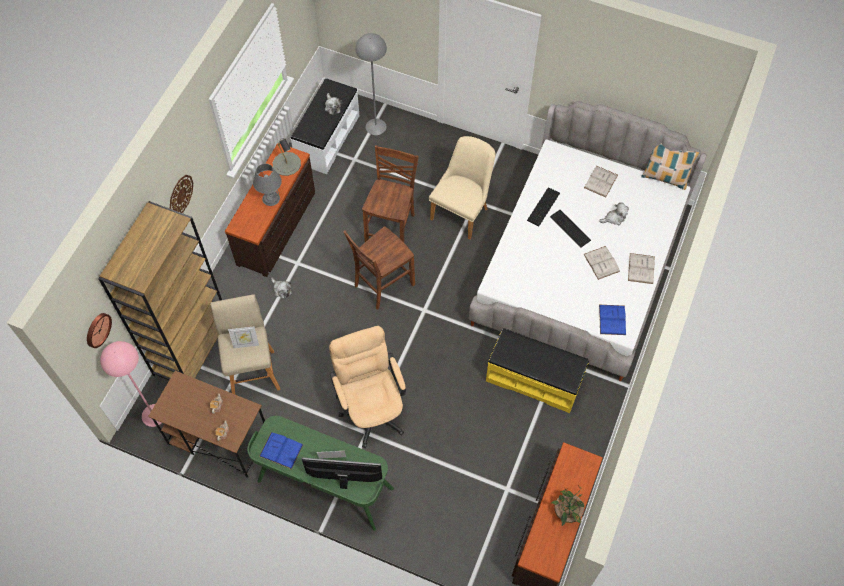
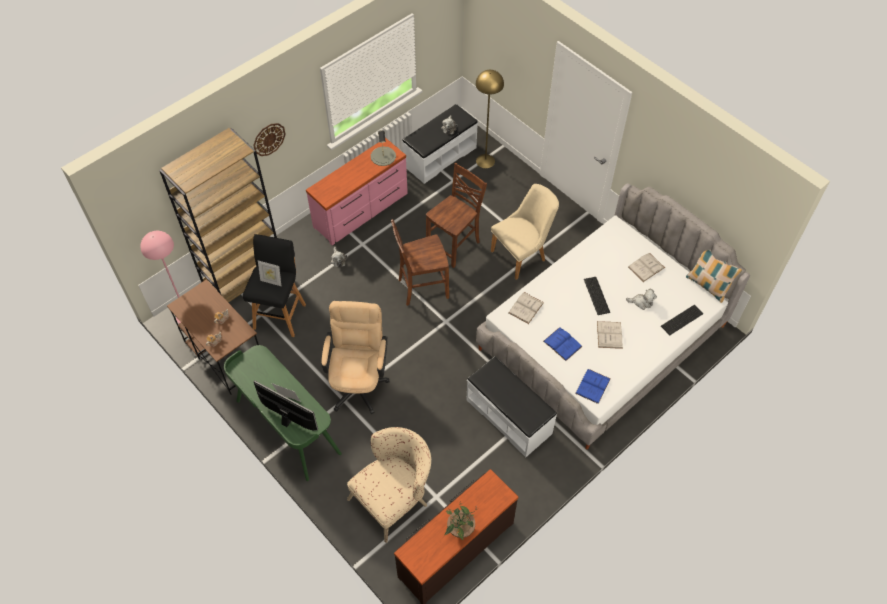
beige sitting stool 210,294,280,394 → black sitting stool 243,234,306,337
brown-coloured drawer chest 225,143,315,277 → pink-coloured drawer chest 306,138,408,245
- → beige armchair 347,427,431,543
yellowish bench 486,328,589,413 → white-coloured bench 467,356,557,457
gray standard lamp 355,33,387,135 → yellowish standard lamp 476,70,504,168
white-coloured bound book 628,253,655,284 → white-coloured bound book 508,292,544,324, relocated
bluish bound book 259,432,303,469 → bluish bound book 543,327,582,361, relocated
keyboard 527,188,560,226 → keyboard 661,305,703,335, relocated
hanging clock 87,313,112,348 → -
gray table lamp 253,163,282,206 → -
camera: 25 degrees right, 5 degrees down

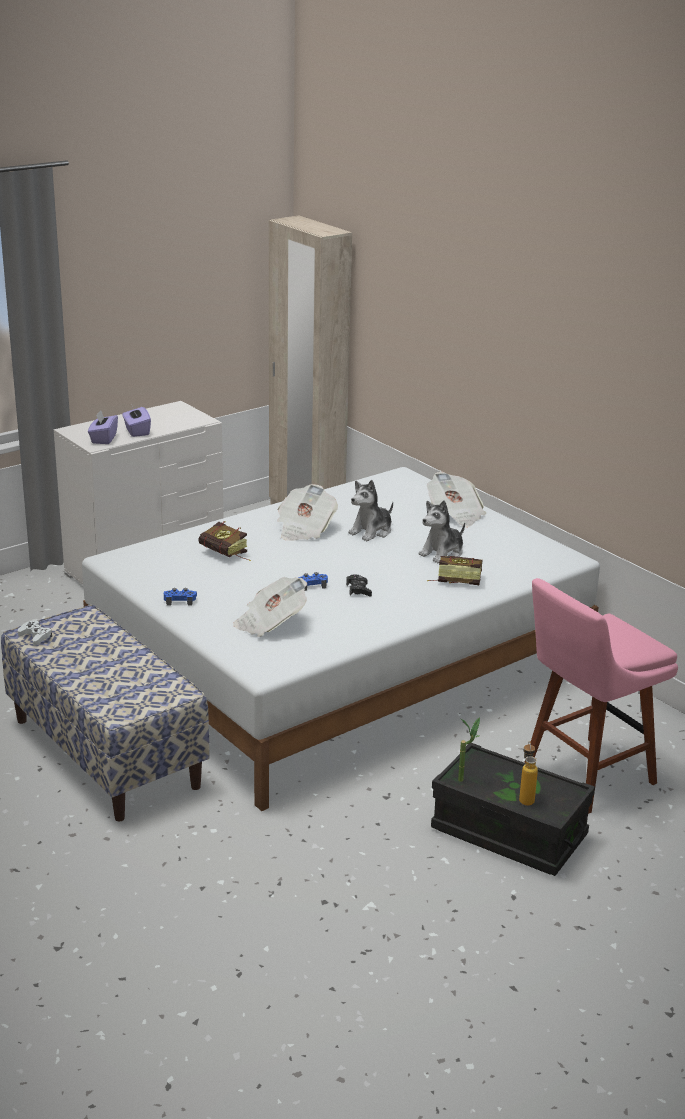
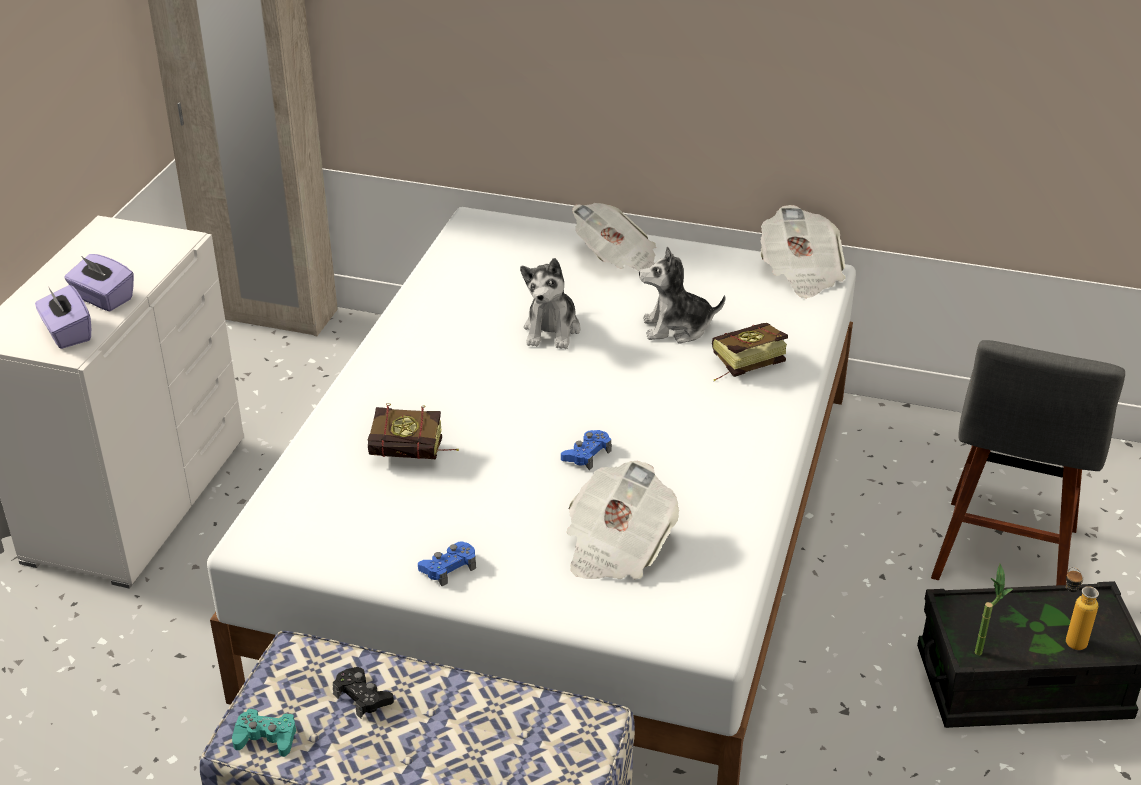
white-coloured joypad 18,620,52,646 → turquoise joypad 232,708,296,757
black joypad 346,574,372,596 → black joypad 333,667,394,719, relocated
plush toy 419,500,465,563 → plush toy 639,247,726,343, 75 degrees clockwise
printed paper 277,484,338,541 → printed paper 760,205,845,298, relocated
pink-coloured sitting stool 524,578,678,814 → gray sitting stool 931,340,1125,585
camera: 35 degrees left, 10 degrees up

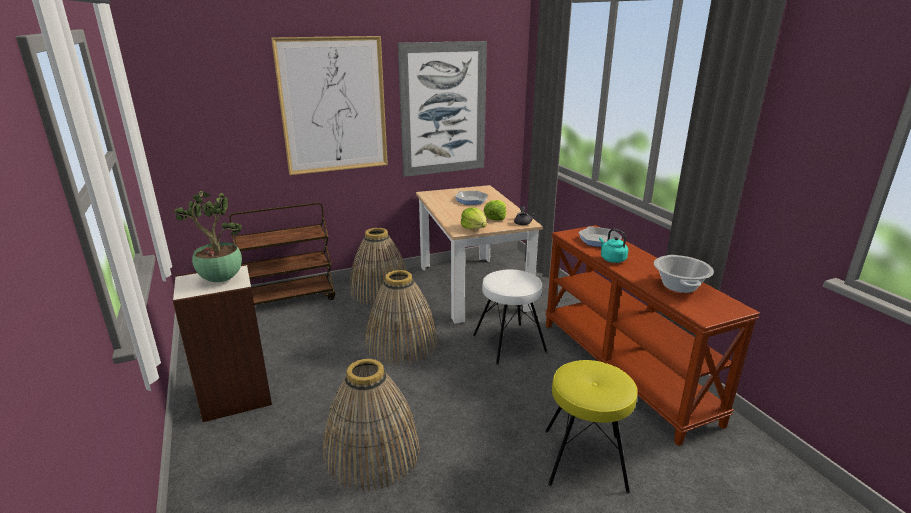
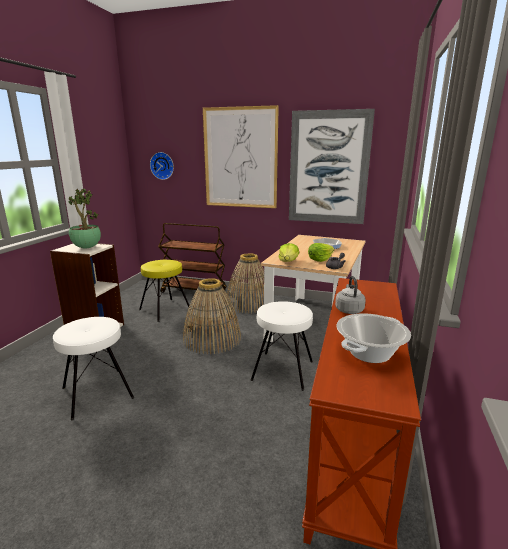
storage basket 323,359,420,491 → white-coloured sitting stool 53,317,134,420
yellowish sitting stool 545,360,638,493 → yellowish sitting stool 139,260,190,322, relocated
- → hanging clock 150,152,174,180
turquoise kettle 599,229,628,263 → gray kettle 335,276,366,314
skillet 578,226,622,247 → -
camera: 40 degrees right, 5 degrees down

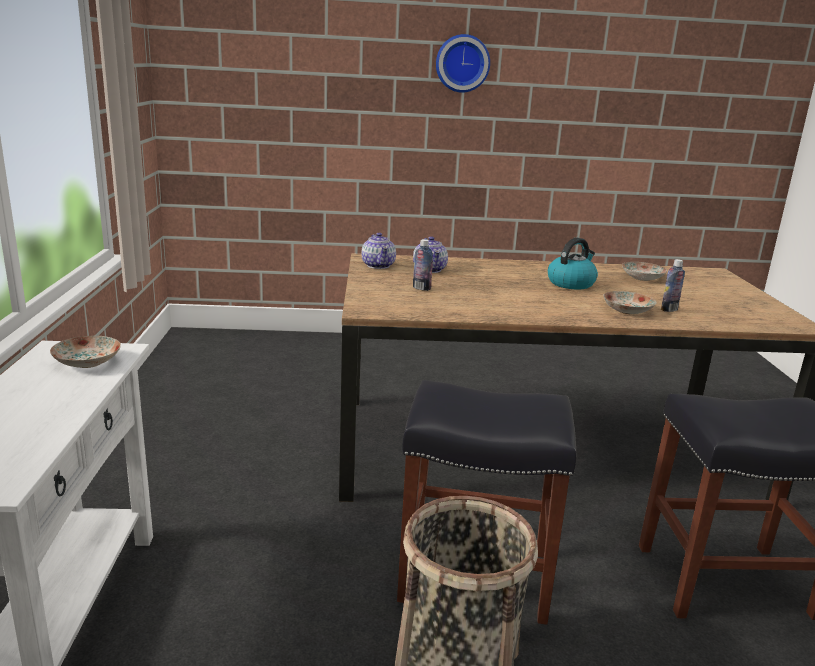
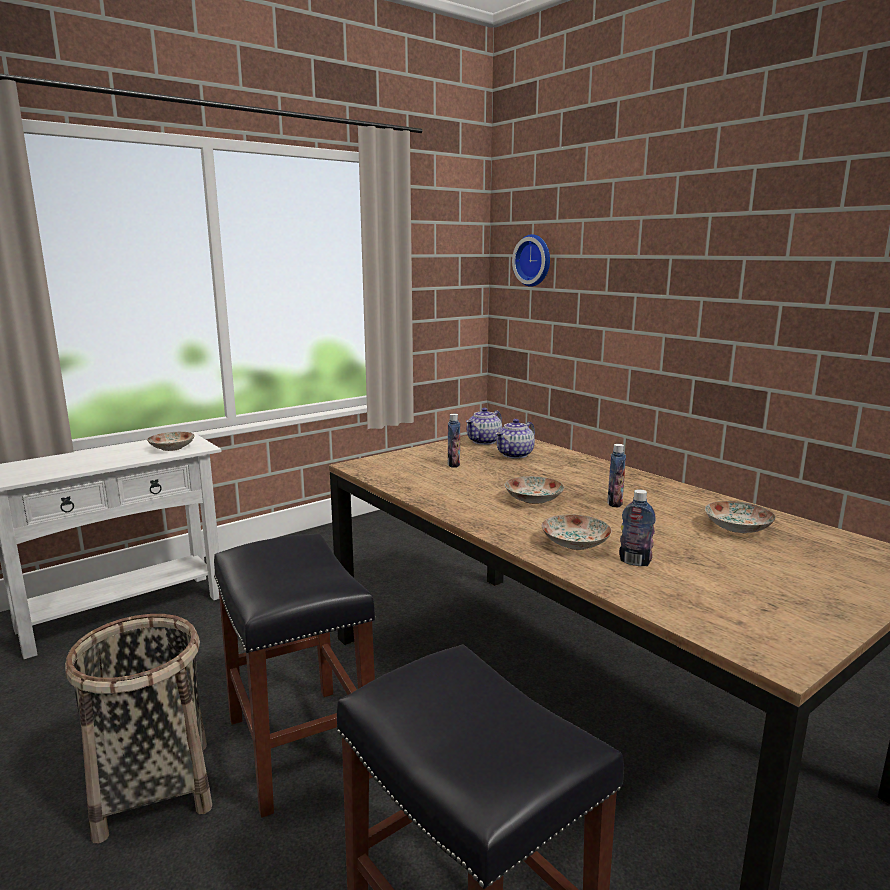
- → plate 505,476,564,504
hanging clock 436,34,490,93 → hanging clock 512,234,550,287, relocated
kettle 548,238,598,289 → drink bottle 607,444,626,508
camera: 55 degrees right, 5 degrees down

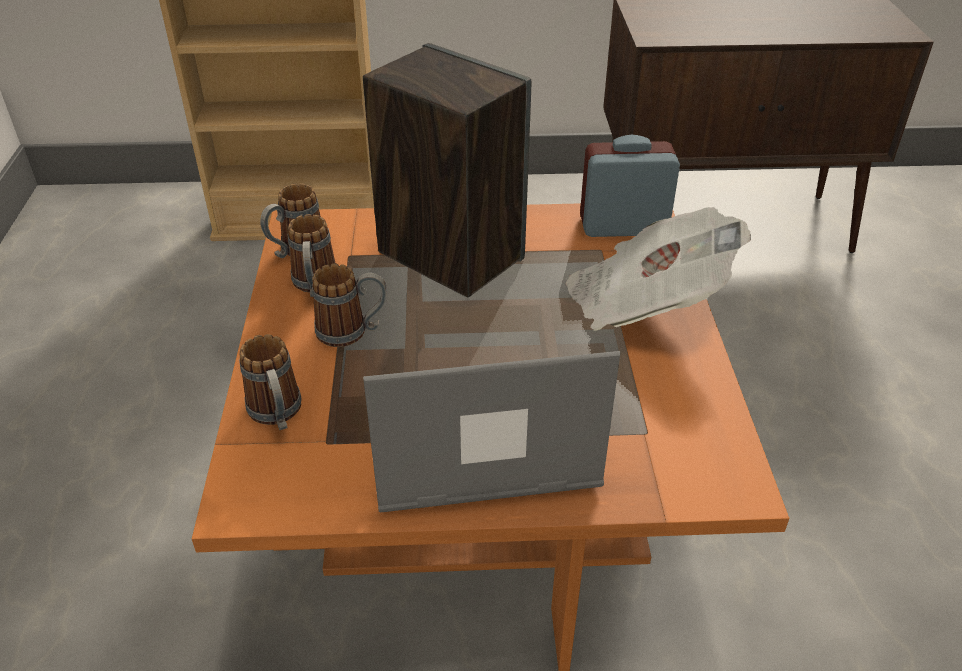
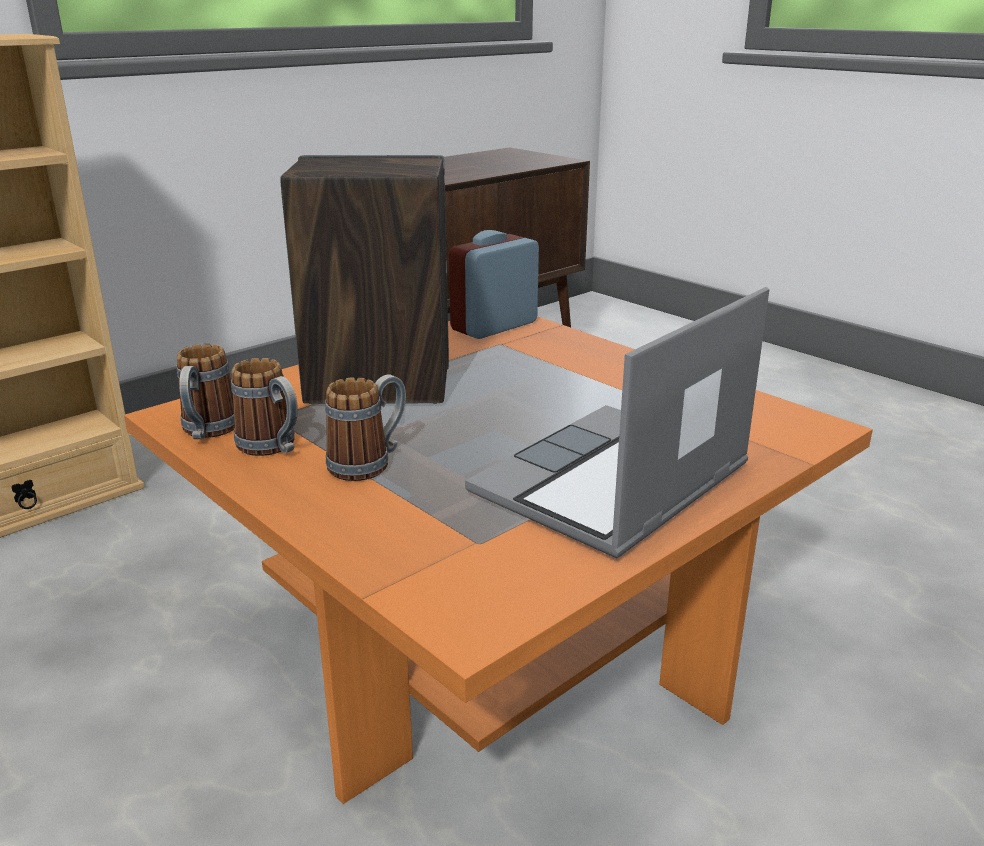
mug 239,334,302,430 → -
printed paper 566,207,751,331 → -
camera: 40 degrees left, 15 degrees down

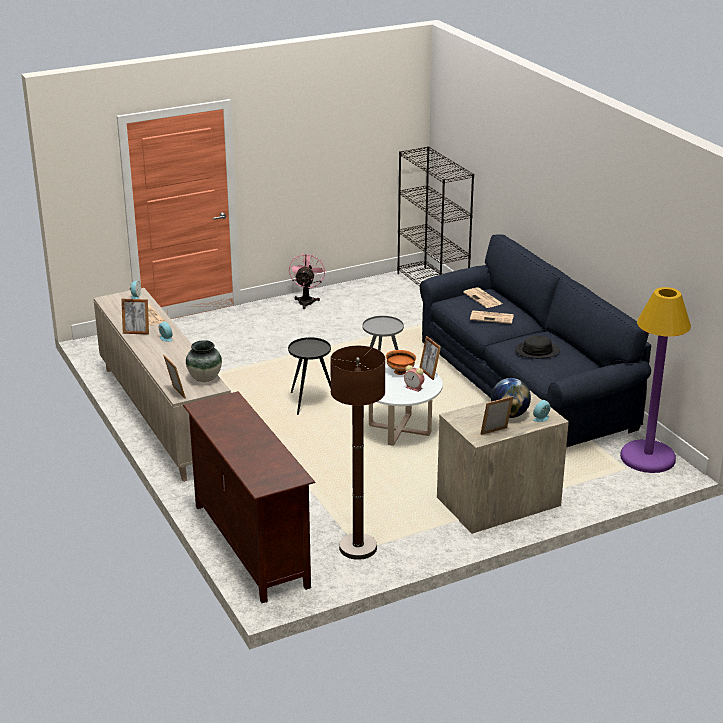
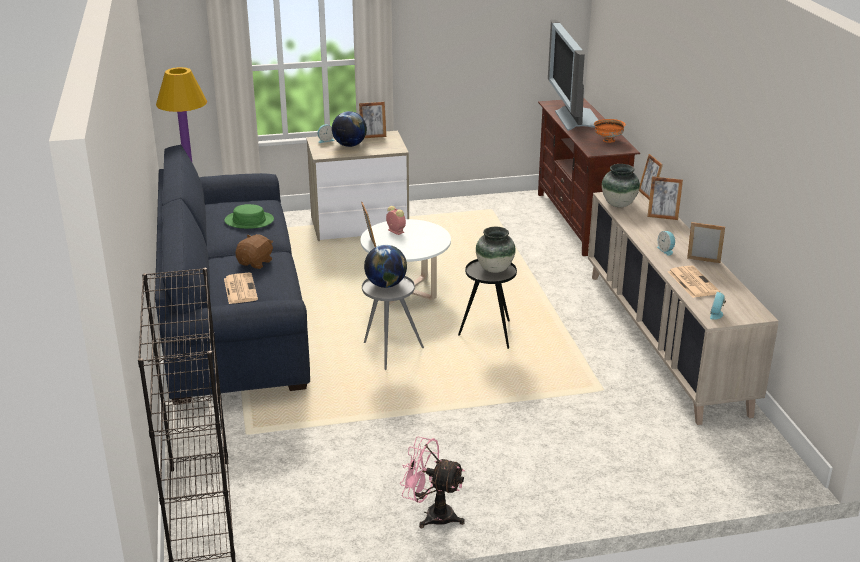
black hat 515,336,560,359 → green-coloured hat 224,204,274,229
printed paper 470,310,514,324 → brown-coloured plush toy 235,234,273,269
- → desk globe 364,245,407,288
pink-coloured fan 289,253,326,309 → pink-coloured fan 400,436,465,528, 90 degrees clockwise
- → flower vase 476,227,516,273
- → TV set 548,19,598,131
orangey serving bowl 386,350,416,375 → orangey serving bowl 594,119,625,143, relocated
- → photo frame 647,177,683,220
brown-coloured standard lamp 330,346,385,560 → -
camera: 165 degrees left, 0 degrees up

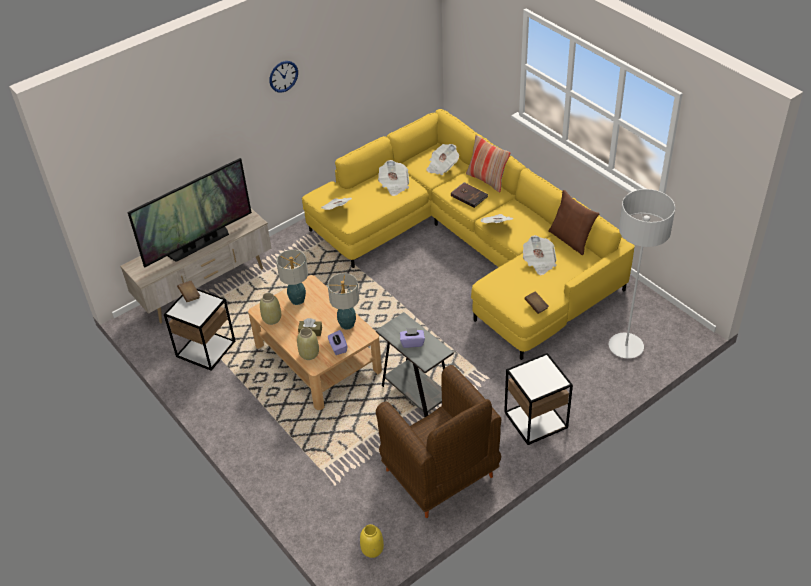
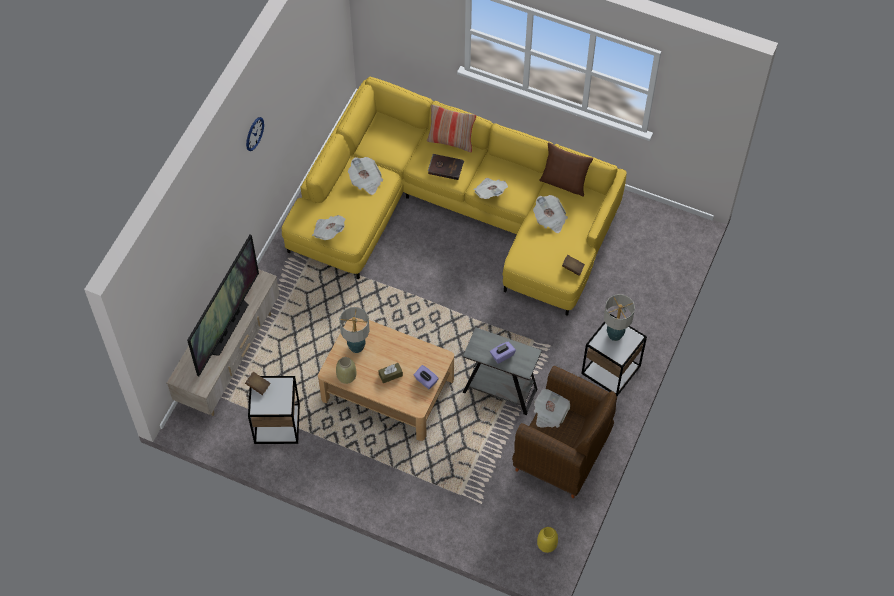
printed paper 426,144,459,175 → printed paper 534,389,570,428, relocated
table lamp 327,273,359,330 → table lamp 604,294,635,341, relocated
beige flower vase 297,327,319,360 → -
gray standard lamp 609,189,675,359 → -
camera: 30 degrees left, 15 degrees up

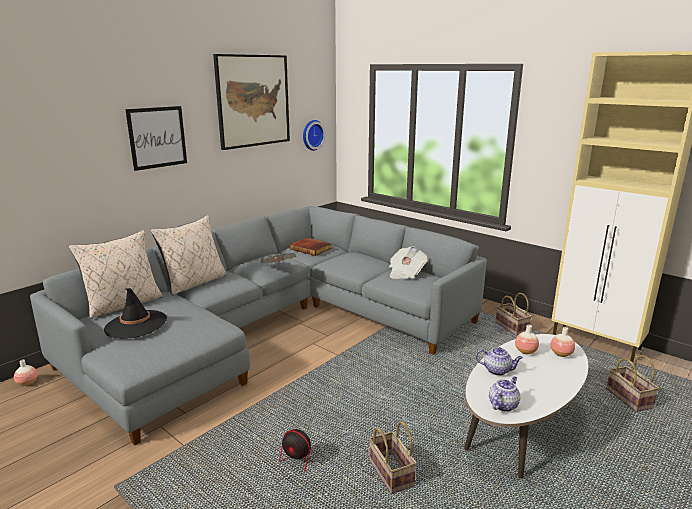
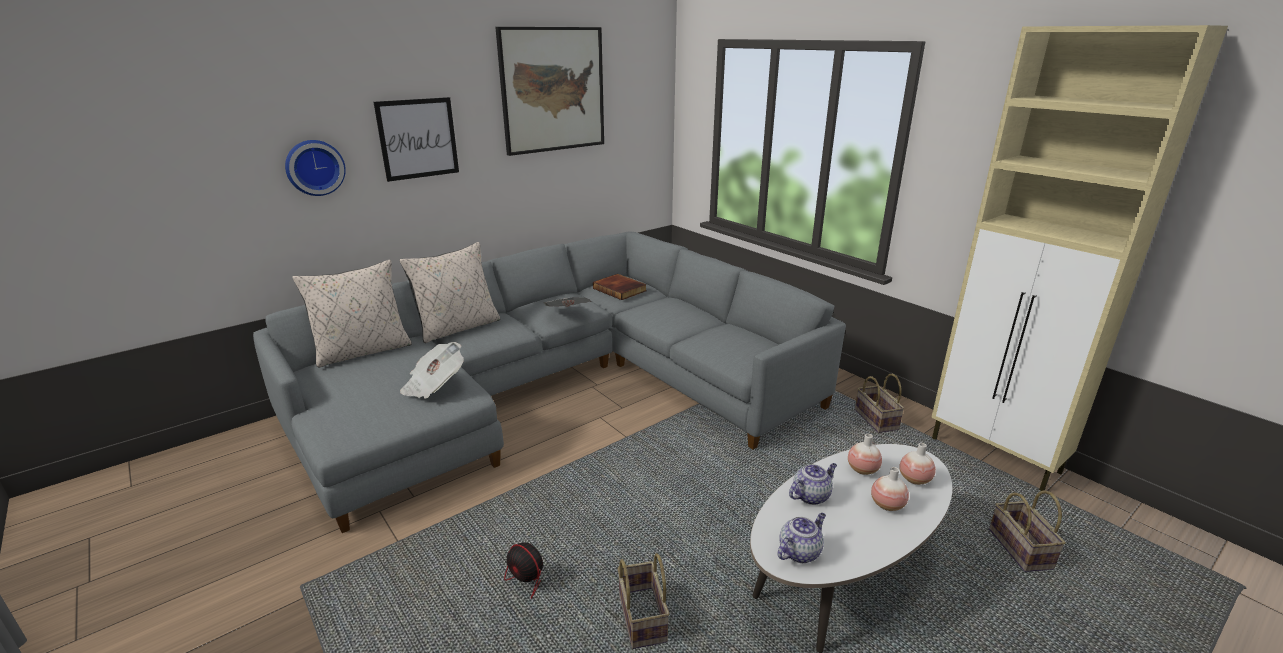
hanging clock 303,120,325,151 → hanging clock 285,140,346,196, relocated
printed paper 389,246,427,279 → printed paper 400,342,464,399, relocated
pot for tea 476,347,523,376 → pot for tea 789,463,837,505, 60 degrees counterclockwise
flower vase 14,360,38,386 → flower vase 871,467,909,511, relocated
black hat 104,288,167,339 → -
camera: 10 degrees right, 5 degrees up

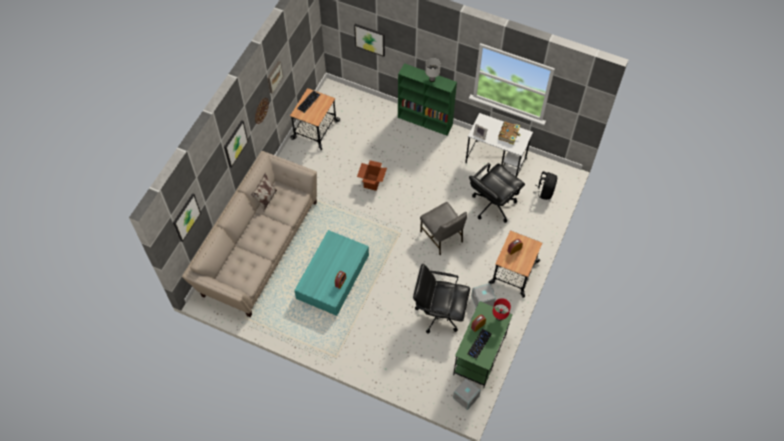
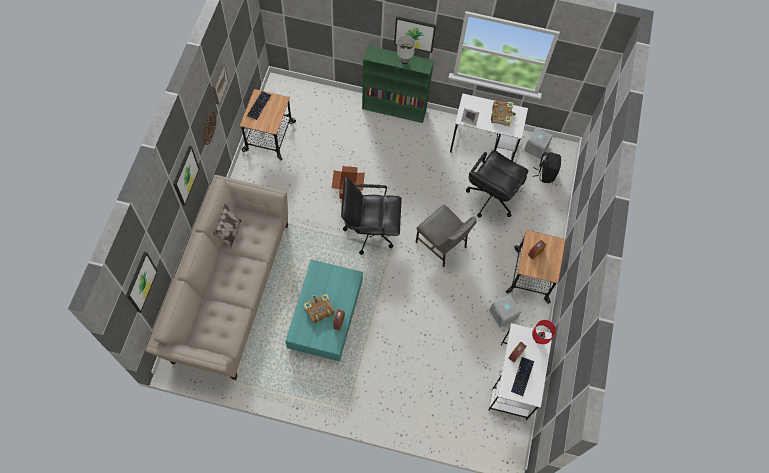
- → bound book 304,293,335,323
black computer chair 413,264,470,334 → black computer chair 341,177,402,255, relocated
wall picture 354,24,385,57 → wall picture 394,17,436,53, relocated
green-coloured desk unit 453,301,513,388 → white-coloured desk unit 488,323,552,420
gray storage box 453,378,481,410 → gray storage box 524,127,553,159, relocated
camera: 15 degrees left, 5 degrees up

